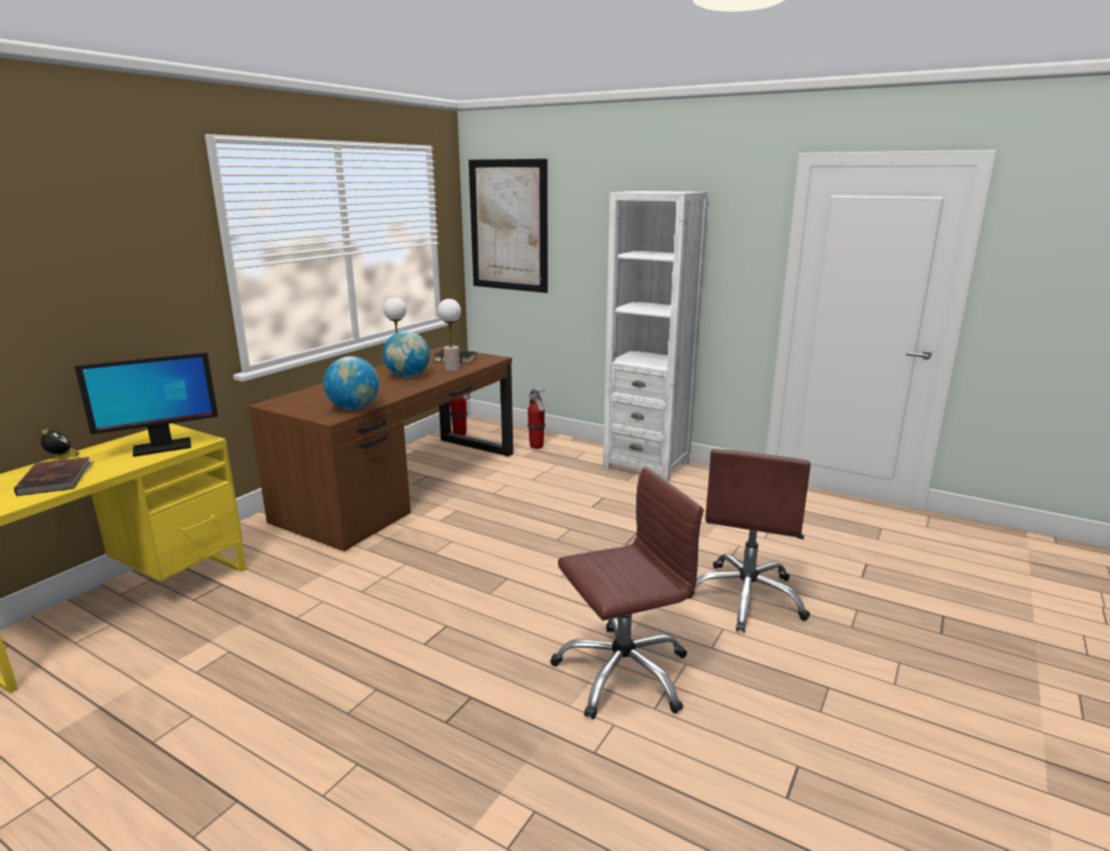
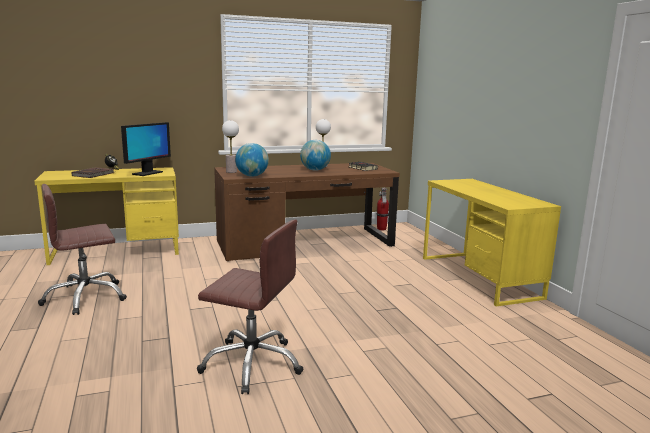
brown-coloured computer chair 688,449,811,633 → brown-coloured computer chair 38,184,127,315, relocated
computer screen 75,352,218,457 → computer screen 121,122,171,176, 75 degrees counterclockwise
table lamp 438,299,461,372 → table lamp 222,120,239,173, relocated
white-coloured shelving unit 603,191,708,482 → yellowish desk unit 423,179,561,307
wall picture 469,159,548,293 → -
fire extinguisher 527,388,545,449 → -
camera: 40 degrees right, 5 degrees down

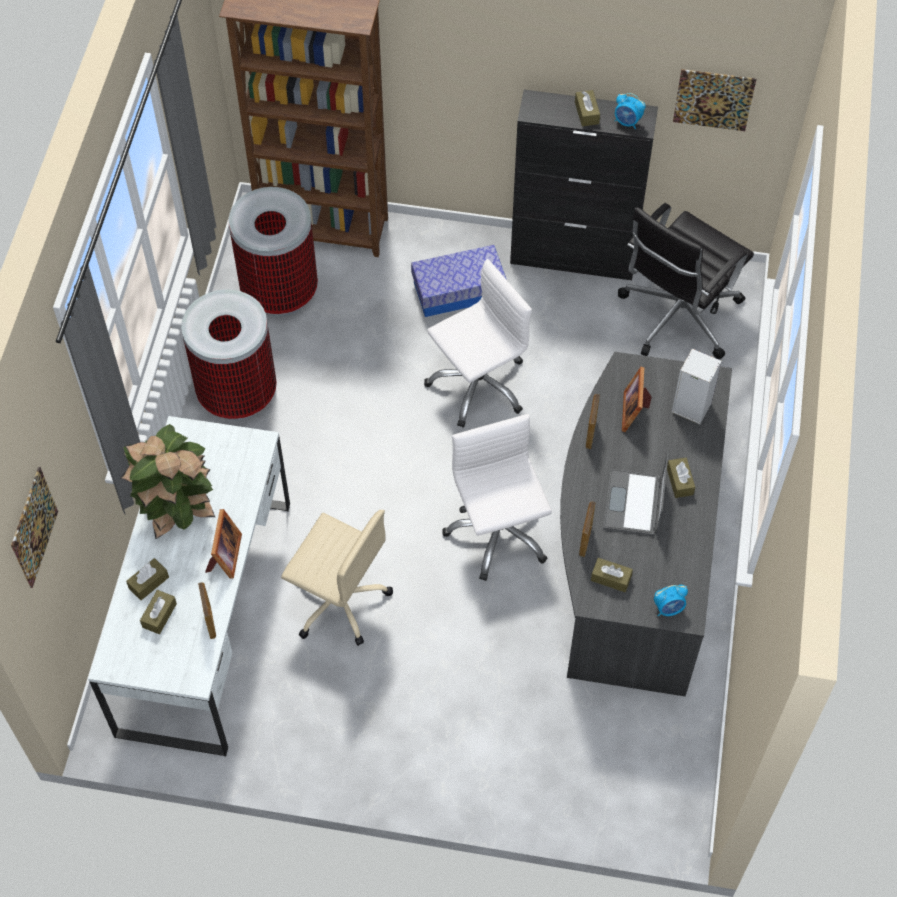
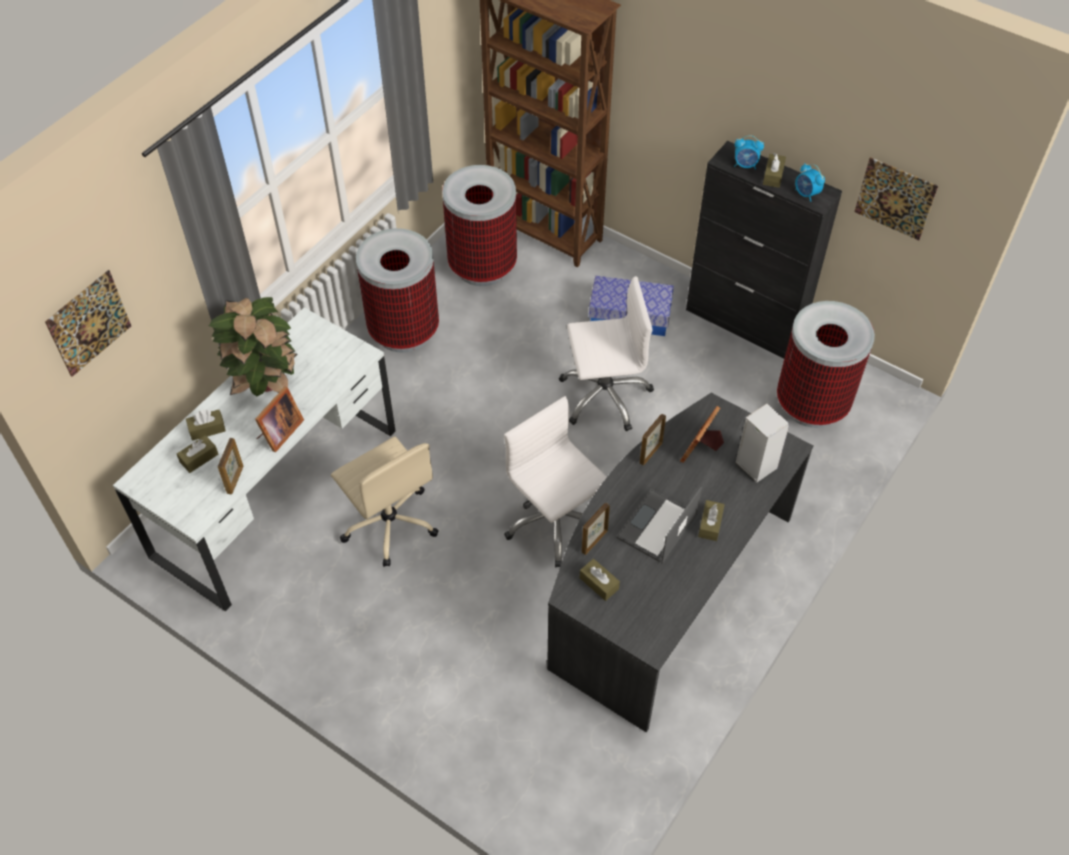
white-coloured computer chair 442,414,552,581 → white-coloured computer chair 504,396,607,567, 45 degrees counterclockwise
alarm clock 654,585,688,616 → alarm clock 734,135,764,170, relocated
black computer chair 618,203,754,360 → trash can 777,301,875,428
camera: 25 degrees right, 5 degrees down

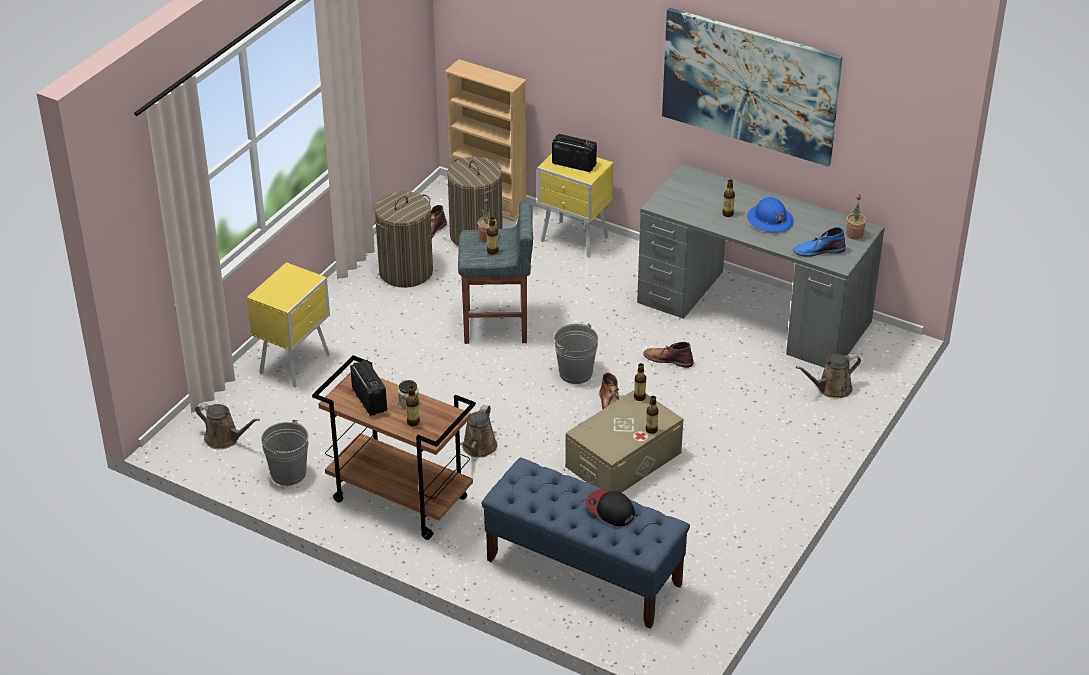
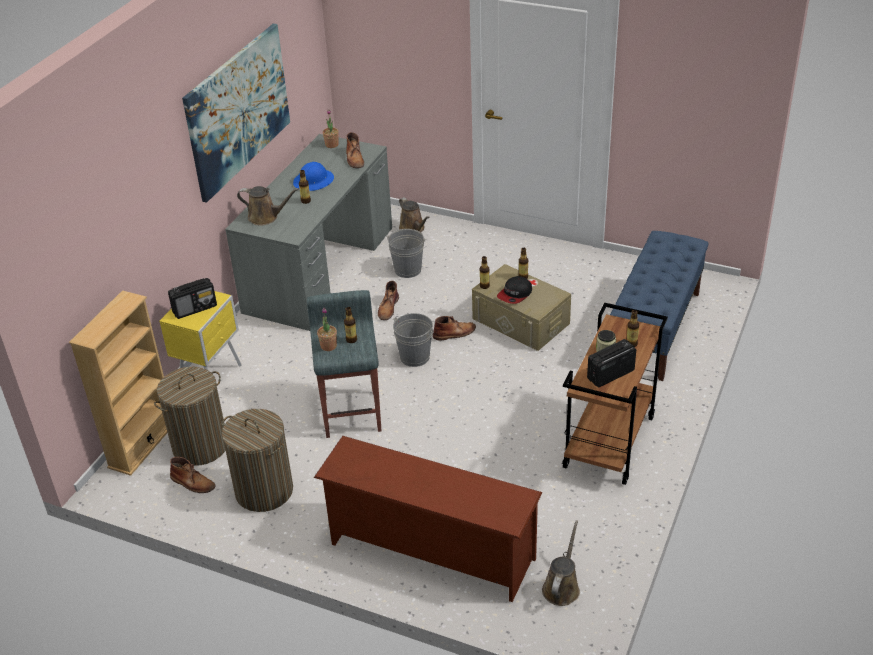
radio 552,134,597,172 → radio 168,278,217,319, 135 degrees counterclockwise
brown-coloured sprinkling can 460,405,497,458 → brown-coloured sprinkling can 237,186,299,226, relocated
yellowish bedside table 247,262,330,387 → brown-coloured shoe stand 314,436,542,602
bluish high-top boot 793,227,846,257 → brown-coloured high-top boot 346,132,364,168
gray water bucket 261,420,309,486 → gray water bucket 386,229,427,278, relocated
cap 585,489,635,526 → cap 497,276,532,304, relocated
camera: 95 degrees left, 0 degrees up

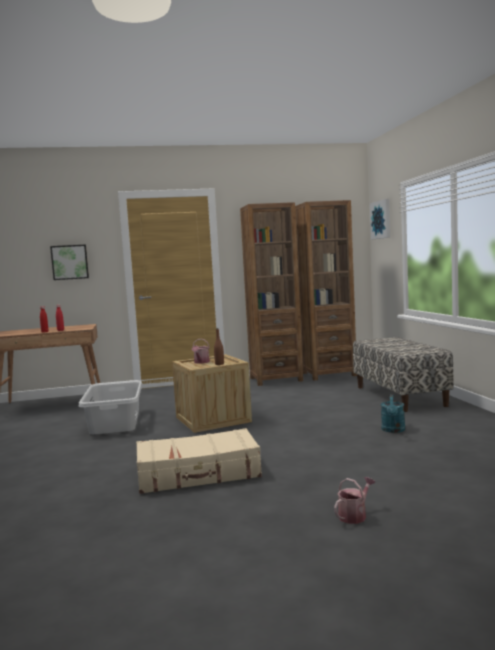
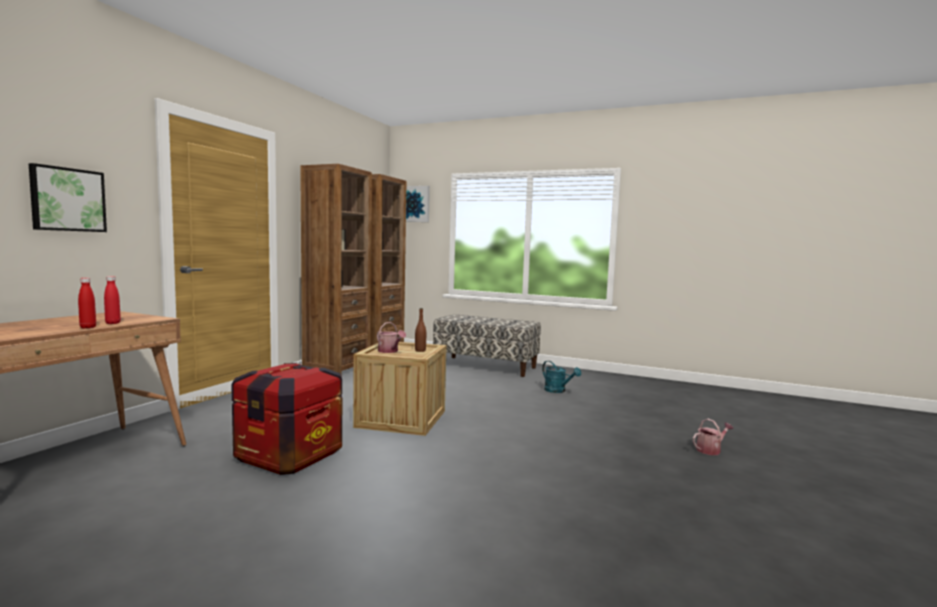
gray laundry basket 79,380,142,434 → crate 231,363,342,475
sprinkling can 334,477,375,524 → sprinkling can 693,419,734,455, 75 degrees clockwise
beige travel case 136,428,262,494 → -
camera: 55 degrees left, 0 degrees up

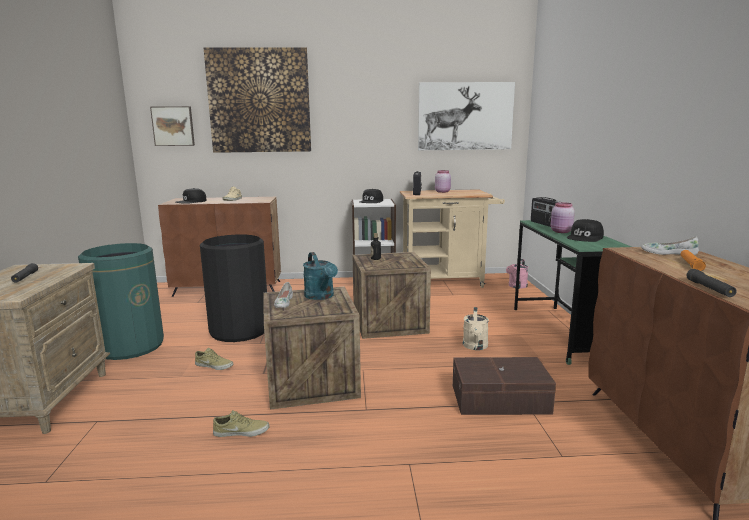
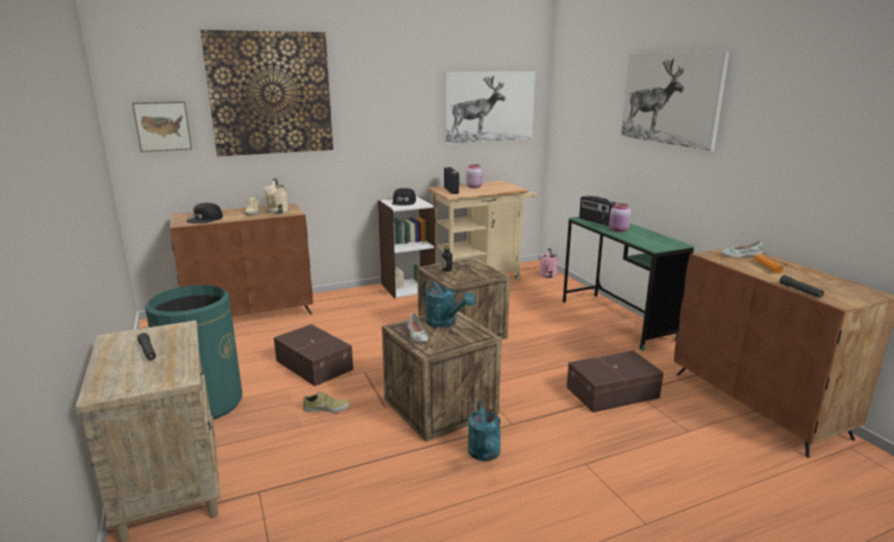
beige sprinkling can 463,307,489,350 → beige sprinkling can 263,178,289,214, relocated
black trash can 200,235,267,342 → brown-coloured storage box 274,324,353,386
- → turquoise sprinkling can 468,401,501,461
- → wall picture 621,52,729,151
beige item of footwear 213,410,270,437 → -
black cap 567,219,604,242 → -
camera: 20 degrees left, 5 degrees up

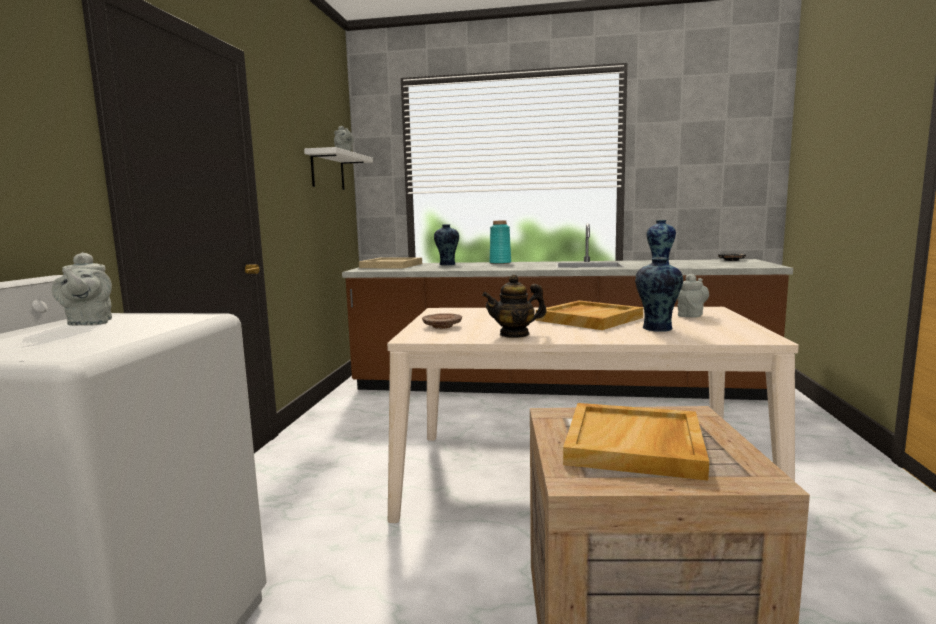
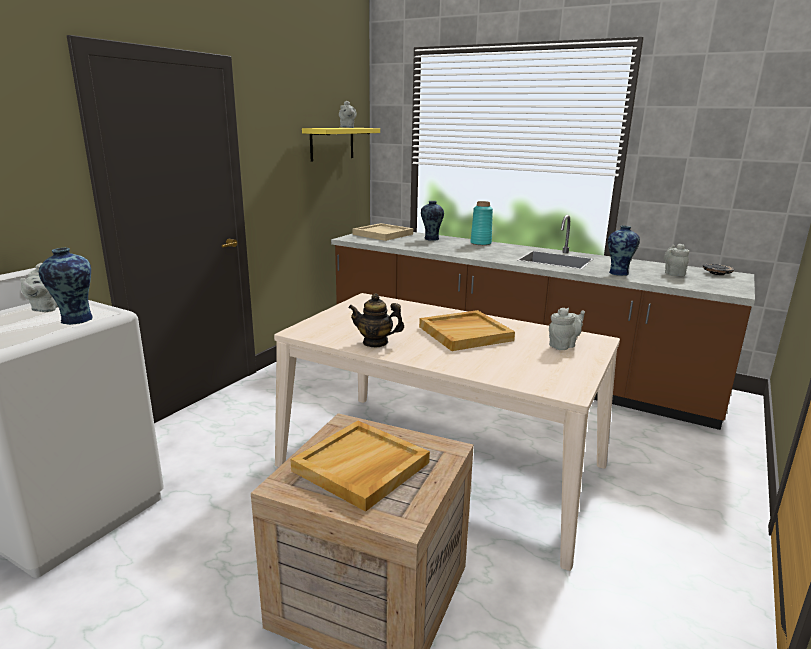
flower vase 635,257,683,332 → flower vase 39,248,93,325, relocated
white-coloured bracket shelf 304,147,373,190 → yellowish bracket shelf 302,128,380,162
- → gray pot for tea 664,244,689,276
brown-coloured plate 422,313,462,329 → -
camera: 20 degrees right, 10 degrees up

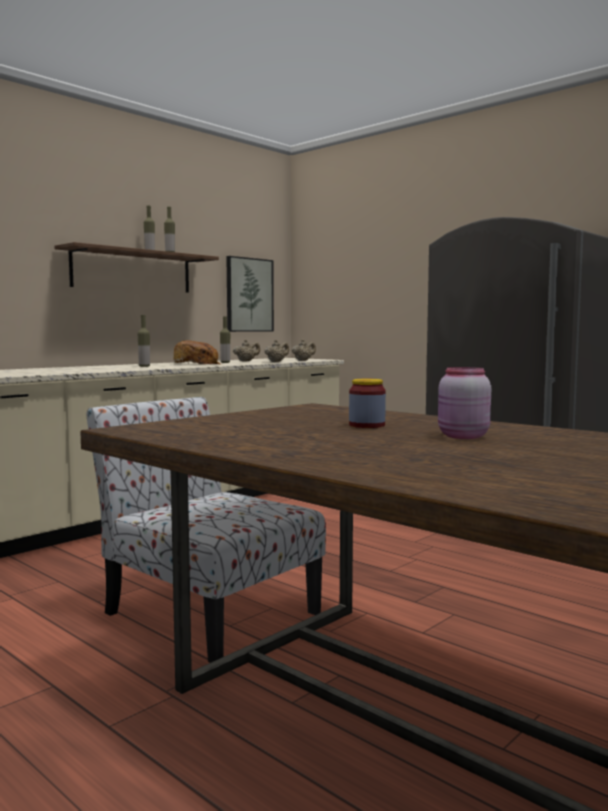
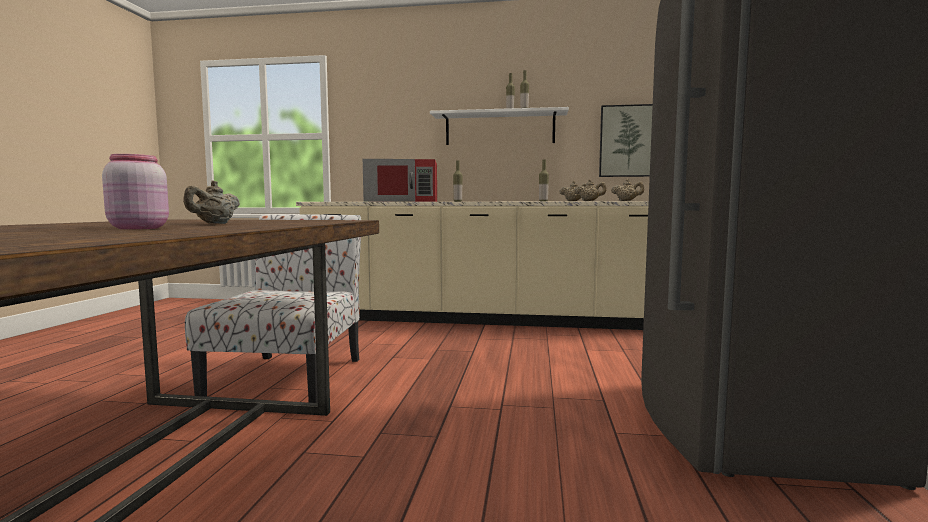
jar 349,379,386,428 → beige pot for tea 183,180,240,224
- → red-coloured microwave 363,159,437,202
brown-coloured bracket shelf 54,242,219,293 → white-coloured bracket shelf 430,107,569,145
bakery bread 173,340,221,364 → -
camera: 55 degrees right, 0 degrees up

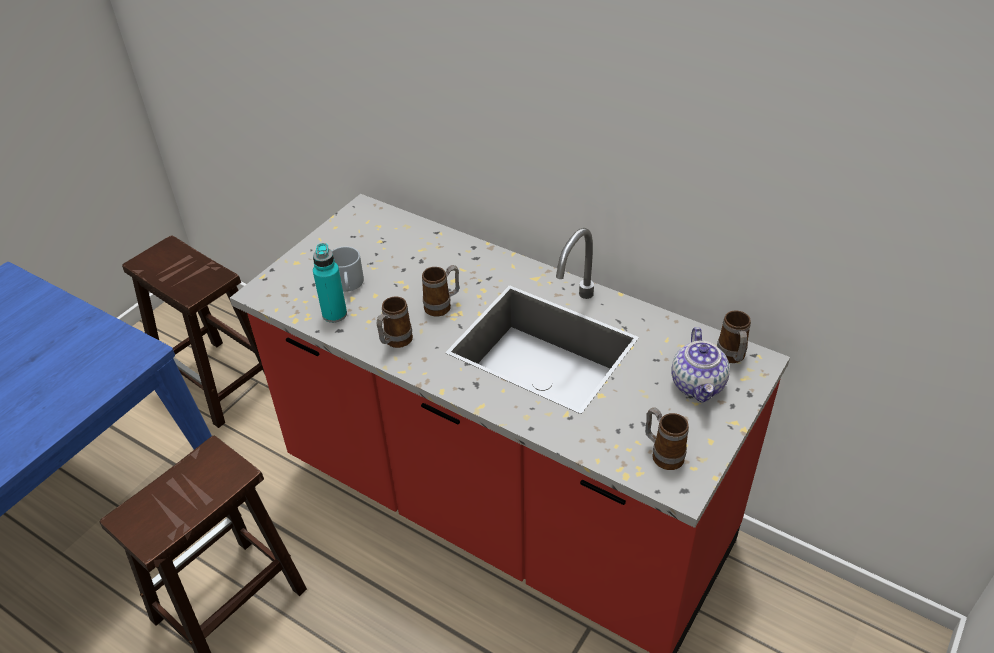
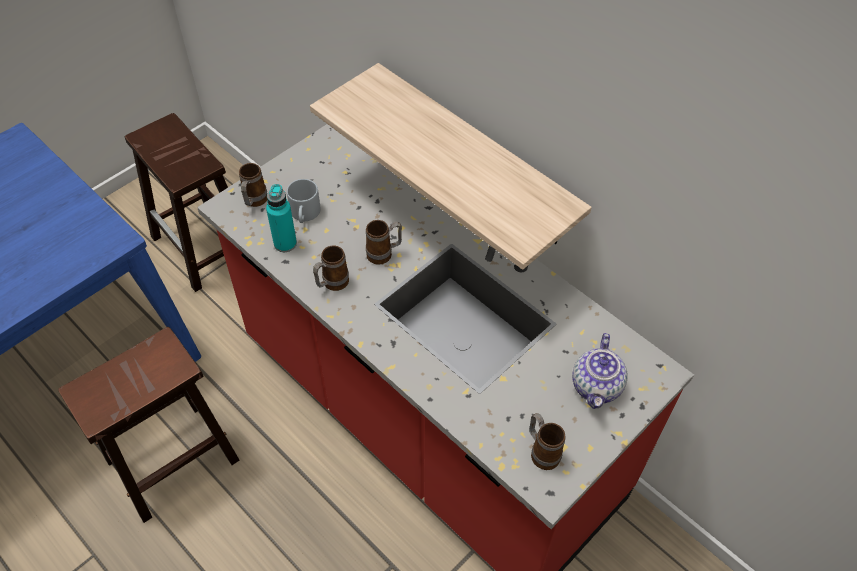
mug 717,311,751,363 → mug 239,163,267,207, relocated
- → bracket shelf 310,63,592,270
camera: 10 degrees right, 10 degrees up

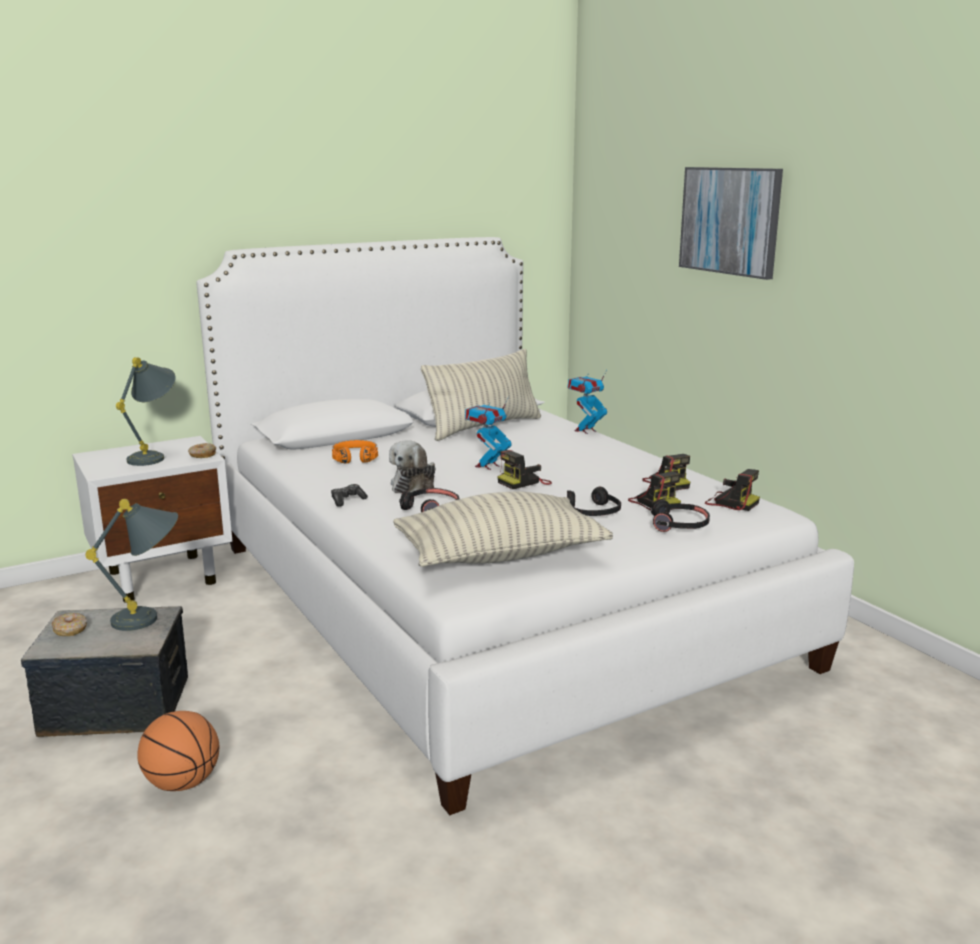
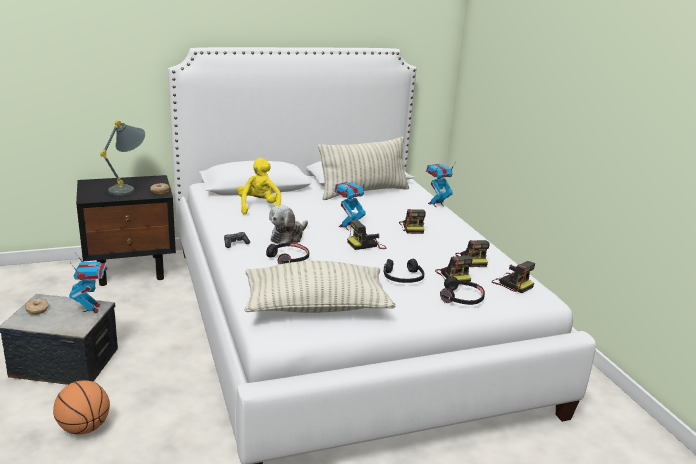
gray table lamp 86,499,178,631 → model robot 69,252,108,313
white-coloured bedside table 72,436,232,603 → black bedside table 76,175,176,286
orangey pair of headphones 332,440,378,464 → yellowish plush toy 237,158,281,214
- → photo camera 399,209,426,234
wall picture 679,167,783,280 → -
camera: 10 degrees right, 5 degrees up

